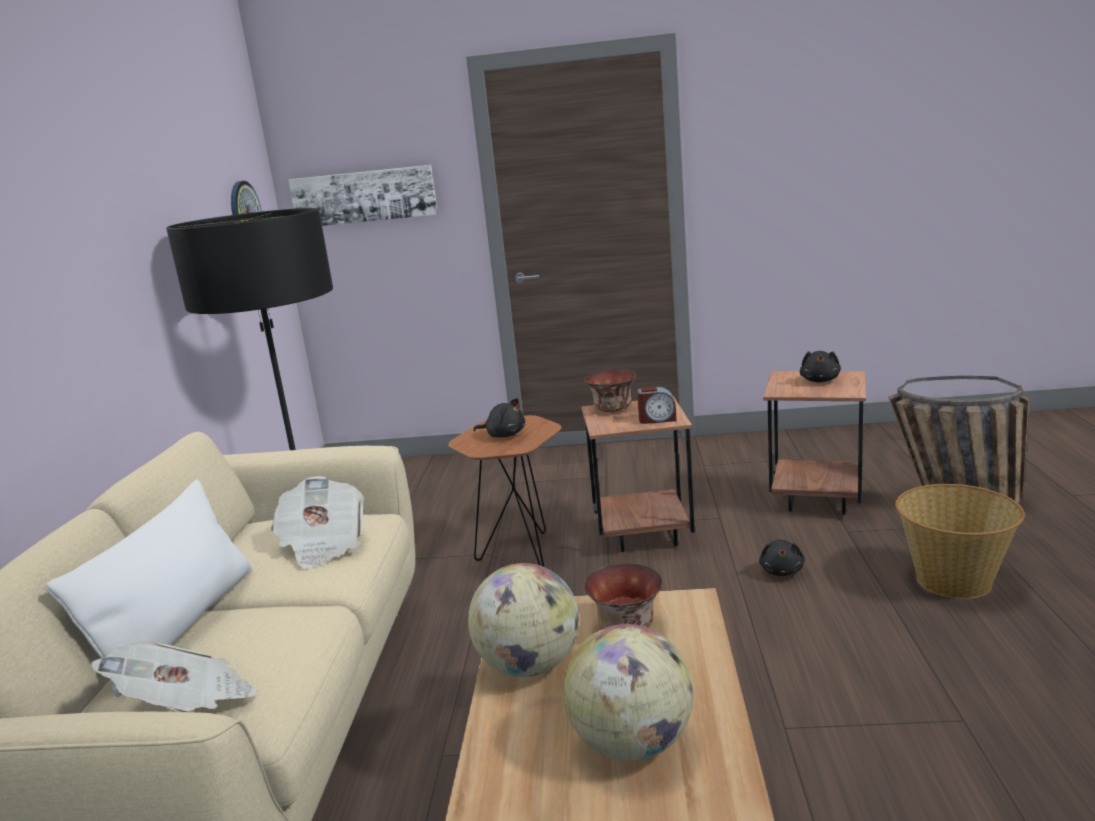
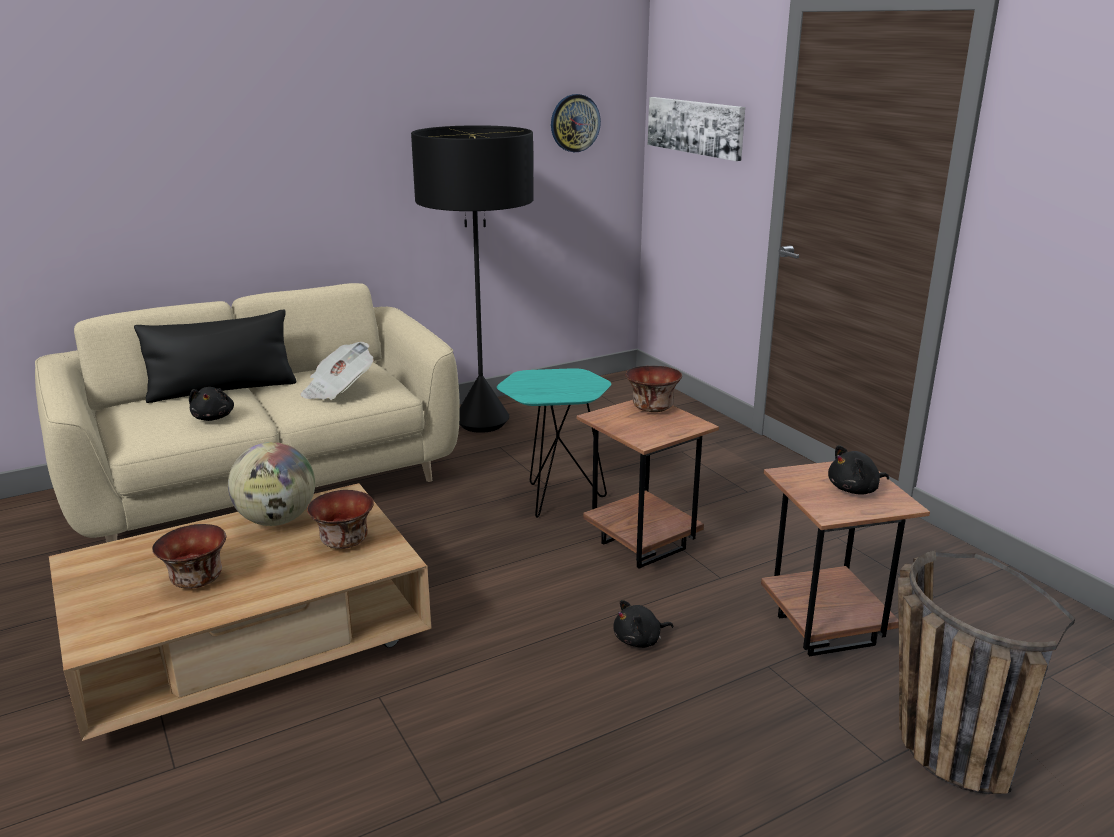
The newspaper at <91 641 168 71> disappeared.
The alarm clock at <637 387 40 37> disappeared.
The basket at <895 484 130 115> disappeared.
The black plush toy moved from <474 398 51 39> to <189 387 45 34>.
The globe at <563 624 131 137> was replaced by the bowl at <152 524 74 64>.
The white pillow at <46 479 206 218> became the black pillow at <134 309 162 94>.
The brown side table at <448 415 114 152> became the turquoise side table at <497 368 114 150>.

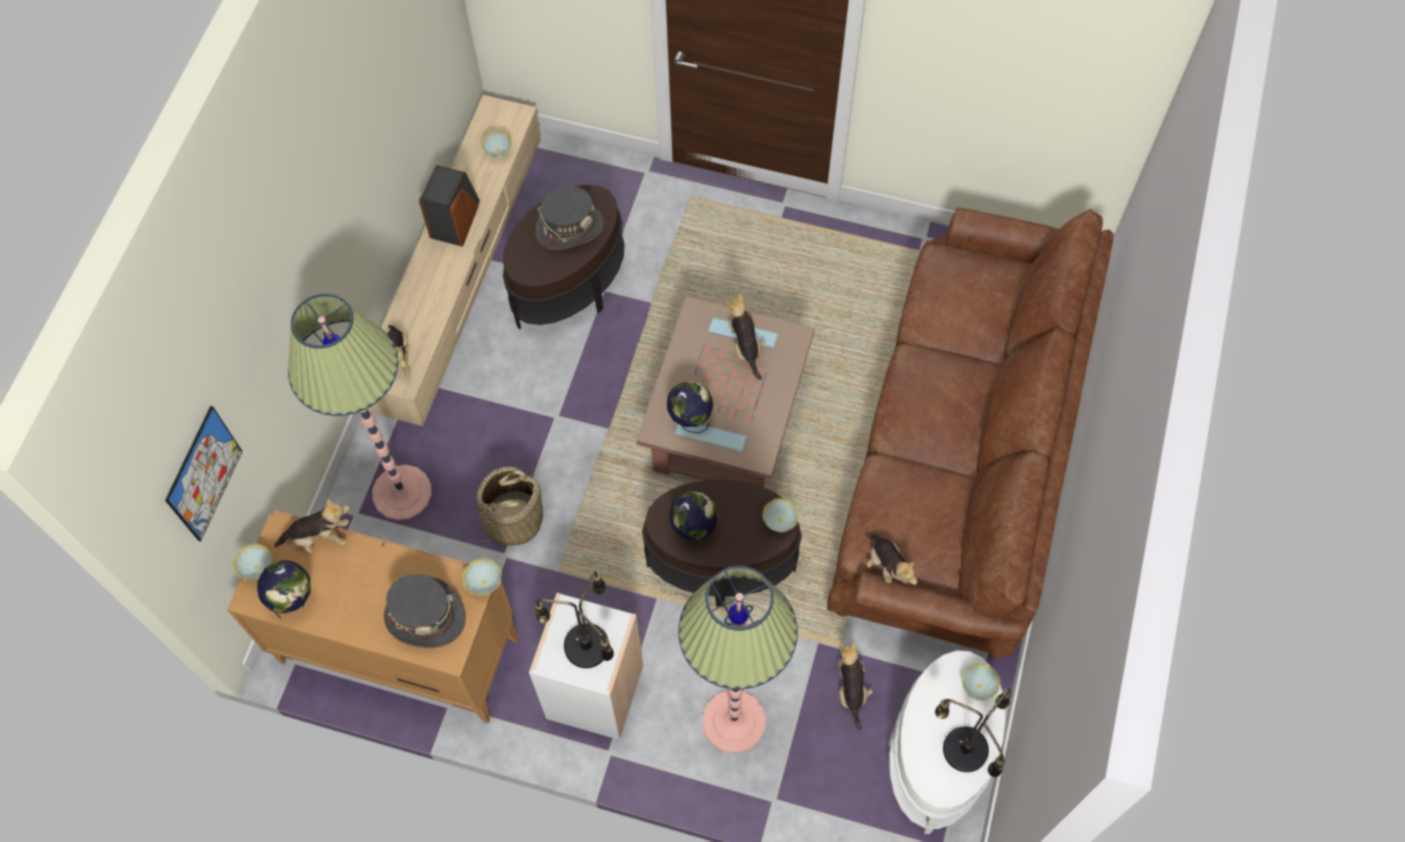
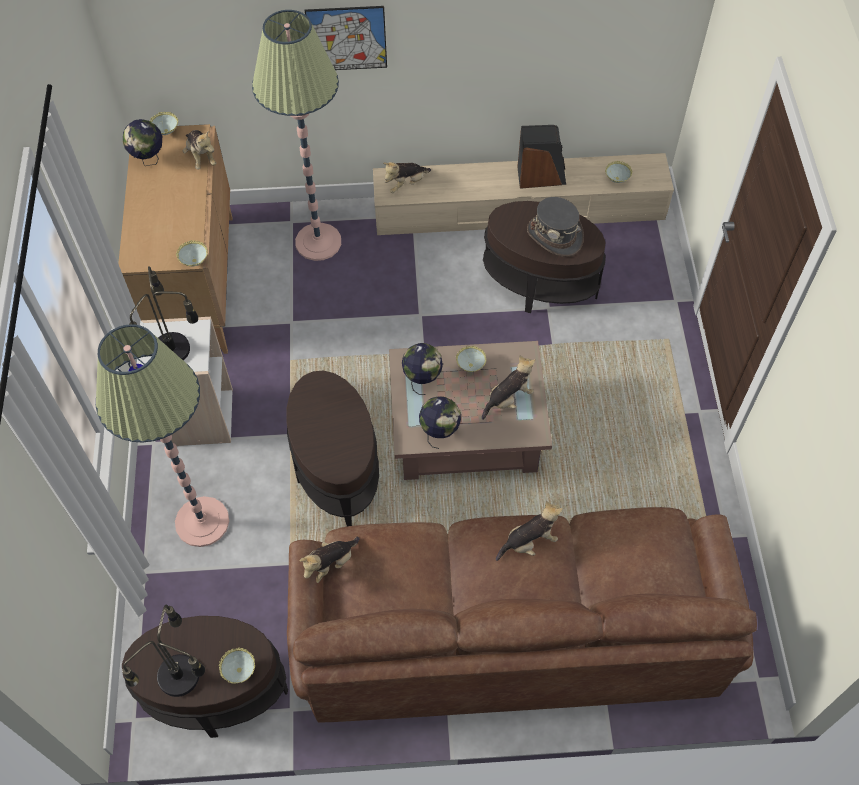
The grey hat at <384 574 82 74> disappeared.
The basket at <473 466 70 80> disappeared.
The picture moved from <165 406 78 136> to <305 6 82 64>.
The globe moved from <669 491 49 55> to <419 396 42 53>.
The bowl moved from <762 498 37 34> to <456 345 30 27>.
The plush toy moved from <838 642 35 88> to <496 501 67 60>.
The white side table at <888 650 118 184> became the brown side table at <122 616 166 122>.

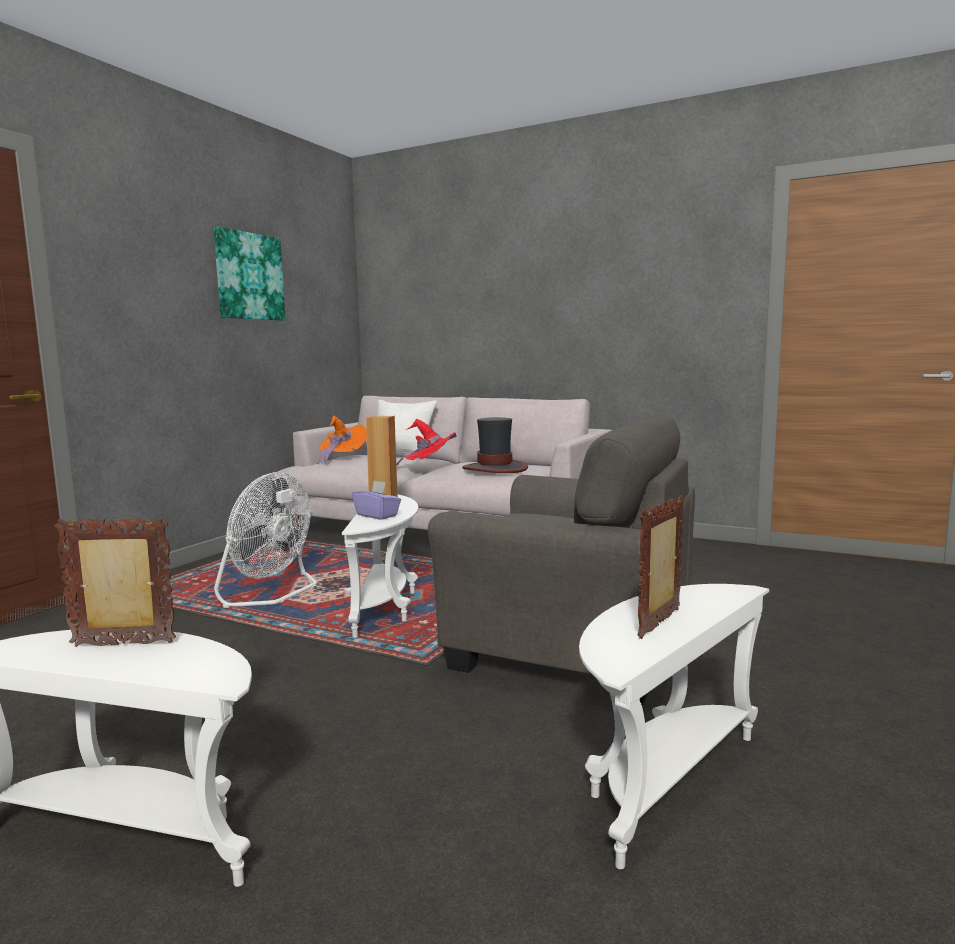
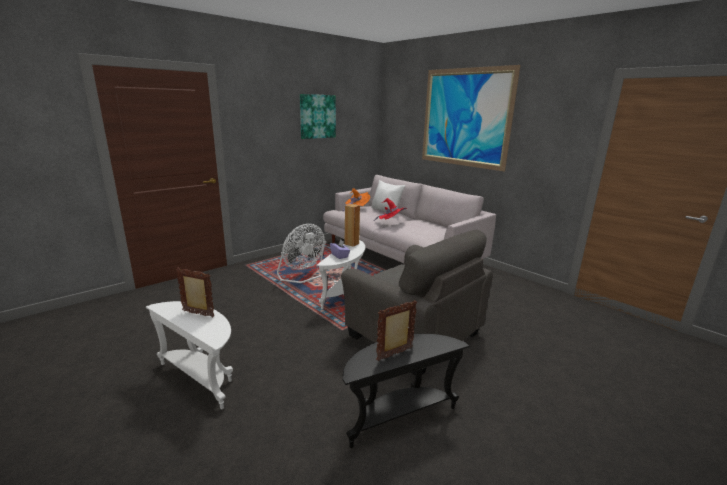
The hat at <462 417 66 56> disappeared.
The picture at <422 65 98 107> appeared.
The white side table at <579 584 190 285> became the black side table at <342 334 128 114>.

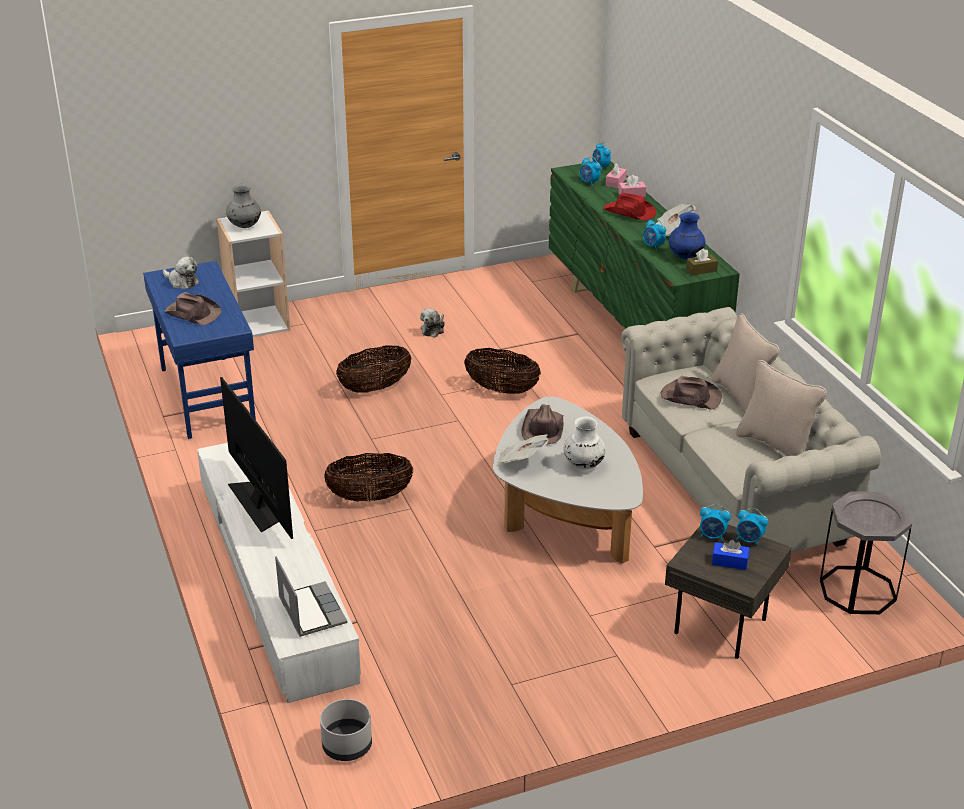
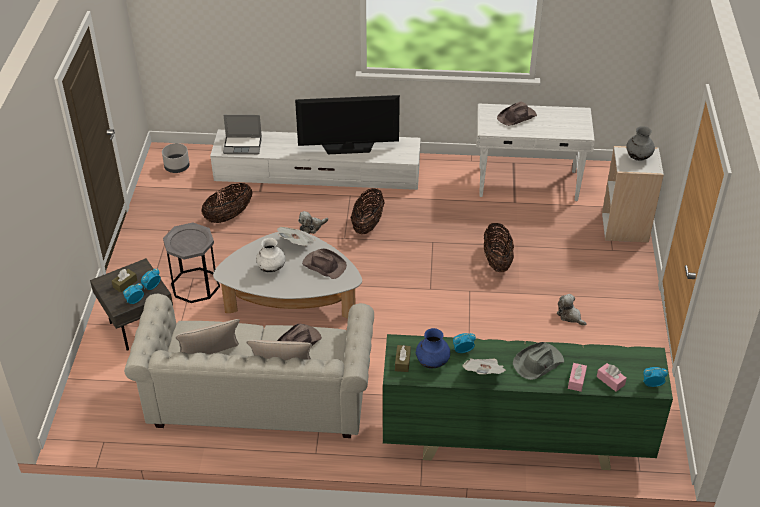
The alarm clock at <580 157 21 29> disappeared.
The plush toy moved from <163 256 36 33> to <298 211 30 23>.
The basket moved from <464 348 77 46> to <201 183 51 40>.
The grey side table moved from <820 491 92 123> to <163 223 57 80>.
The blue console table at <143 261 113 178> became the white console table at <477 103 118 98>.
The red hat at <603 193 53 28> became the grey hat at <513 342 51 38>.
The blue tissue box at <712 539 37 31> became the brown tissue box at <112 269 26 24>.

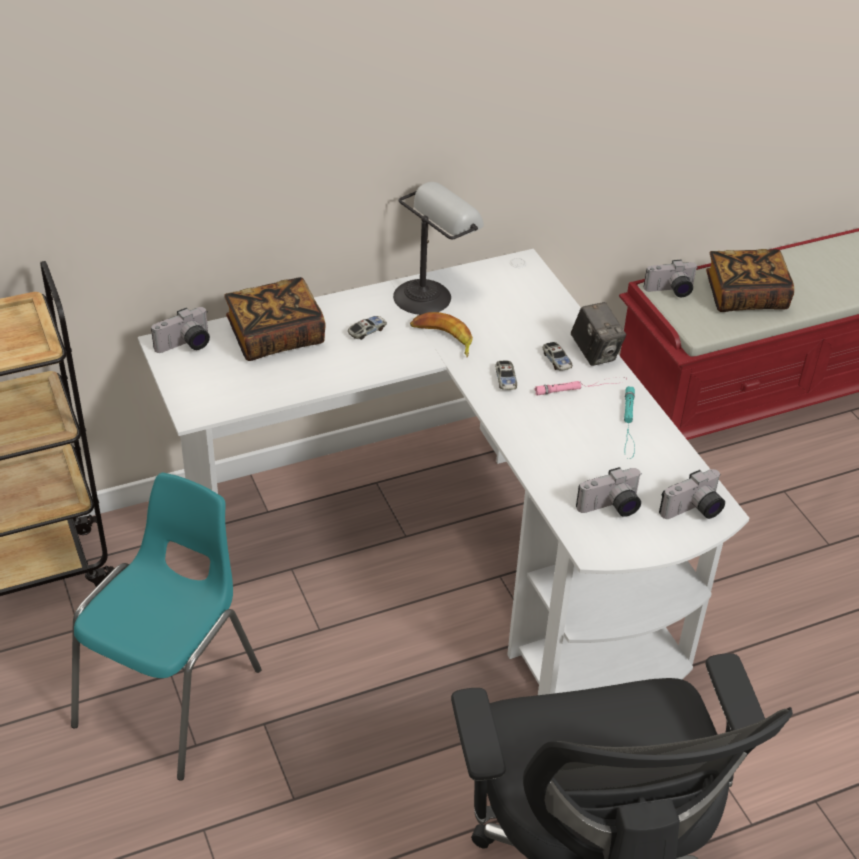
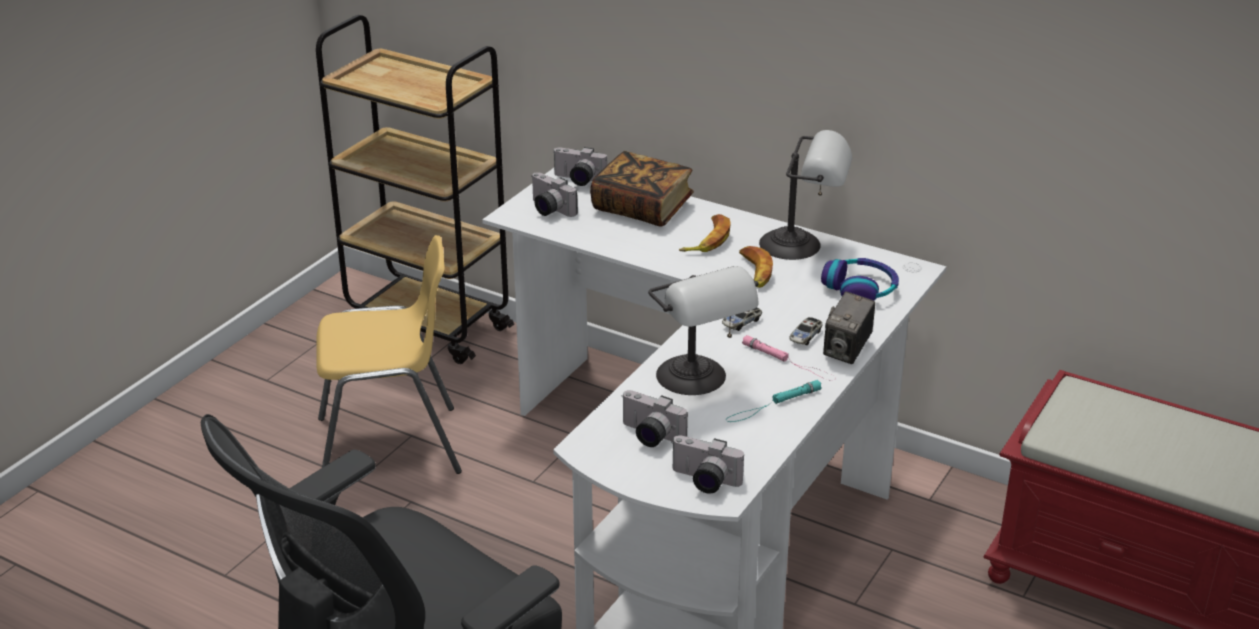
The book at <706 249 88 63> disappeared.
The table lamp at <648 266 111 129> appeared.
The headphones at <821 258 78 42> appeared.
The photo camera moved from <644 260 53 37> to <531 172 47 45>.
The toy car at <348 316 39 24> was replaced by the banana at <679 214 52 38>.
The turquoise chair at <71 473 190 308> became the yellow chair at <316 235 146 239>.

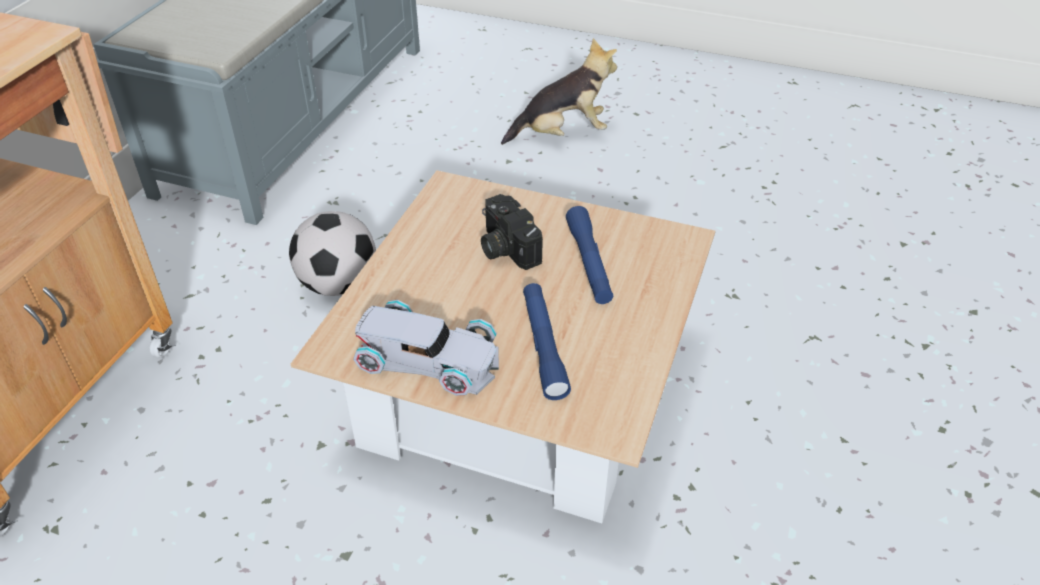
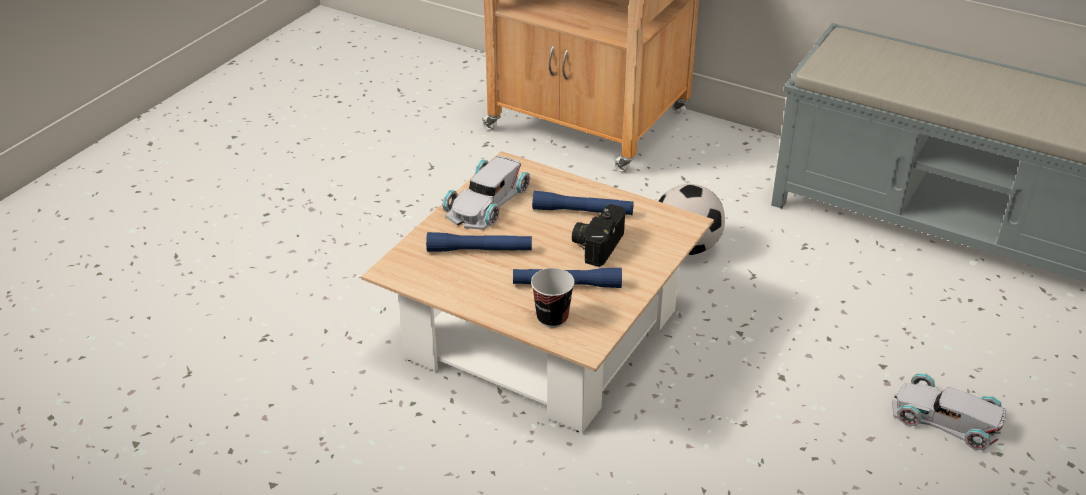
The cup at <531 268 44 60> appeared.
The blue flashlight at <532 191 102 24> appeared.
The plush toy at <501 38 116 107> was replaced by the white toy car at <892 373 115 77>.
The photo camera at <481 194 62 76> turned 45 degrees counterclockwise.

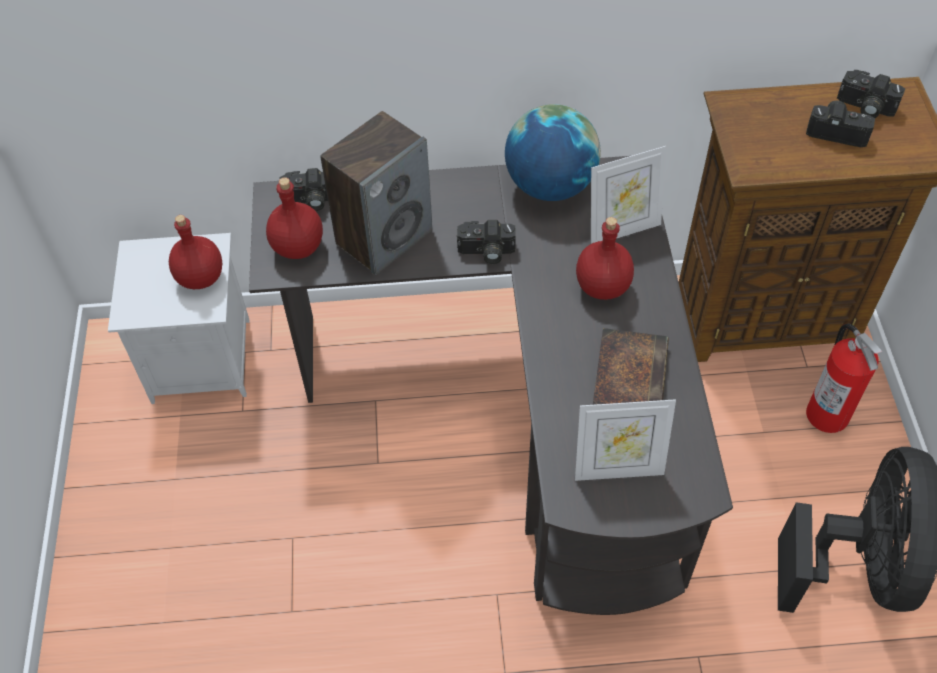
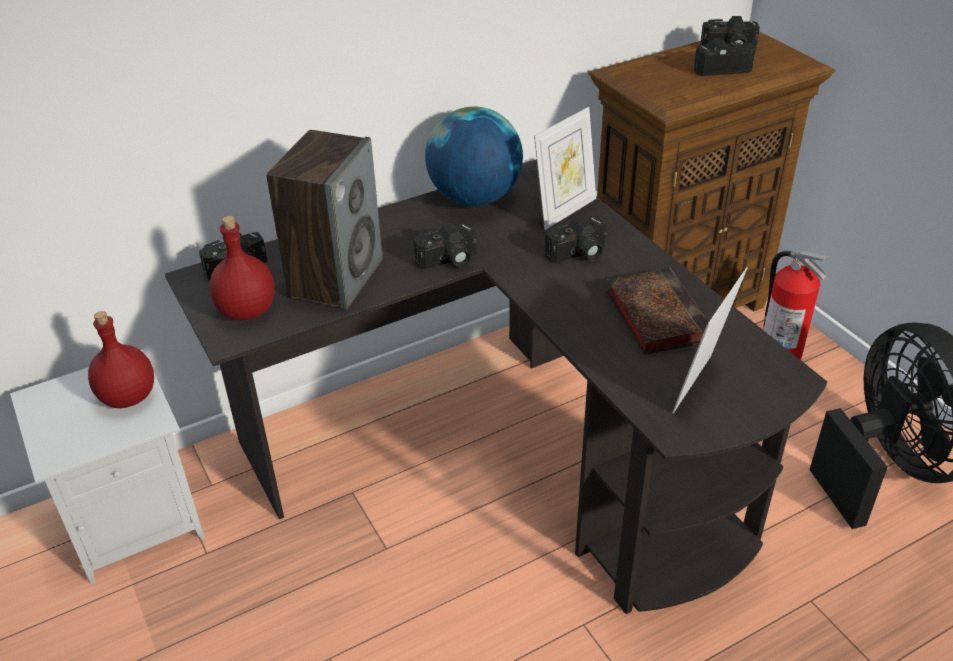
The red bottle at <576 217 58 83> was replaced by the photo camera at <545 216 61 47>.
The picture frame at <575 399 101 82> turned 150 degrees clockwise.

